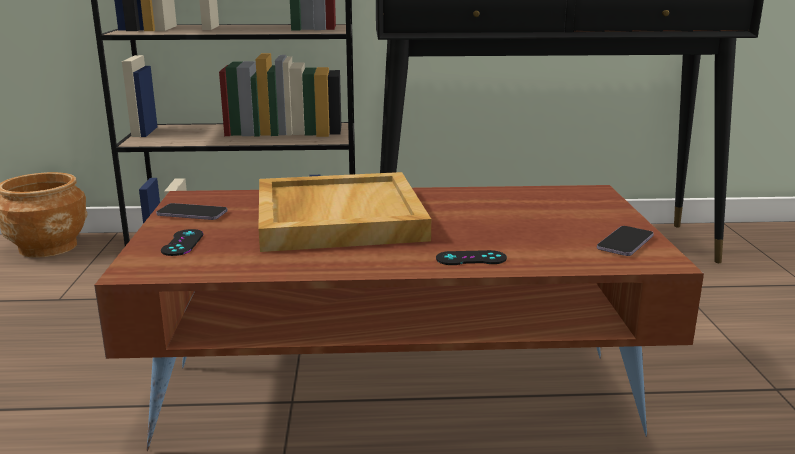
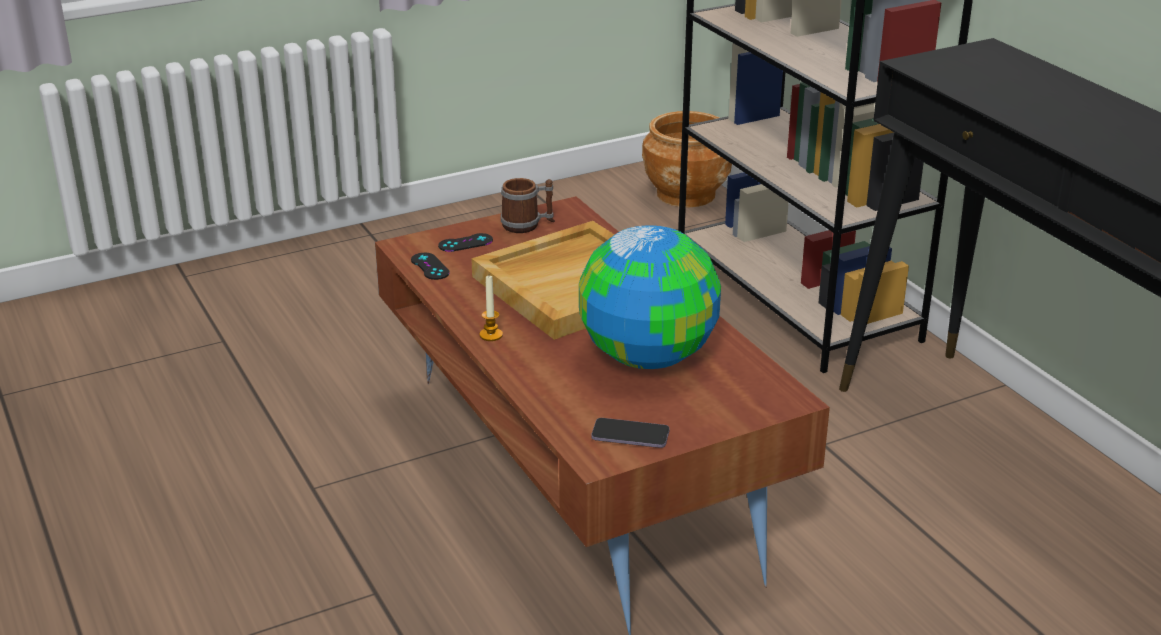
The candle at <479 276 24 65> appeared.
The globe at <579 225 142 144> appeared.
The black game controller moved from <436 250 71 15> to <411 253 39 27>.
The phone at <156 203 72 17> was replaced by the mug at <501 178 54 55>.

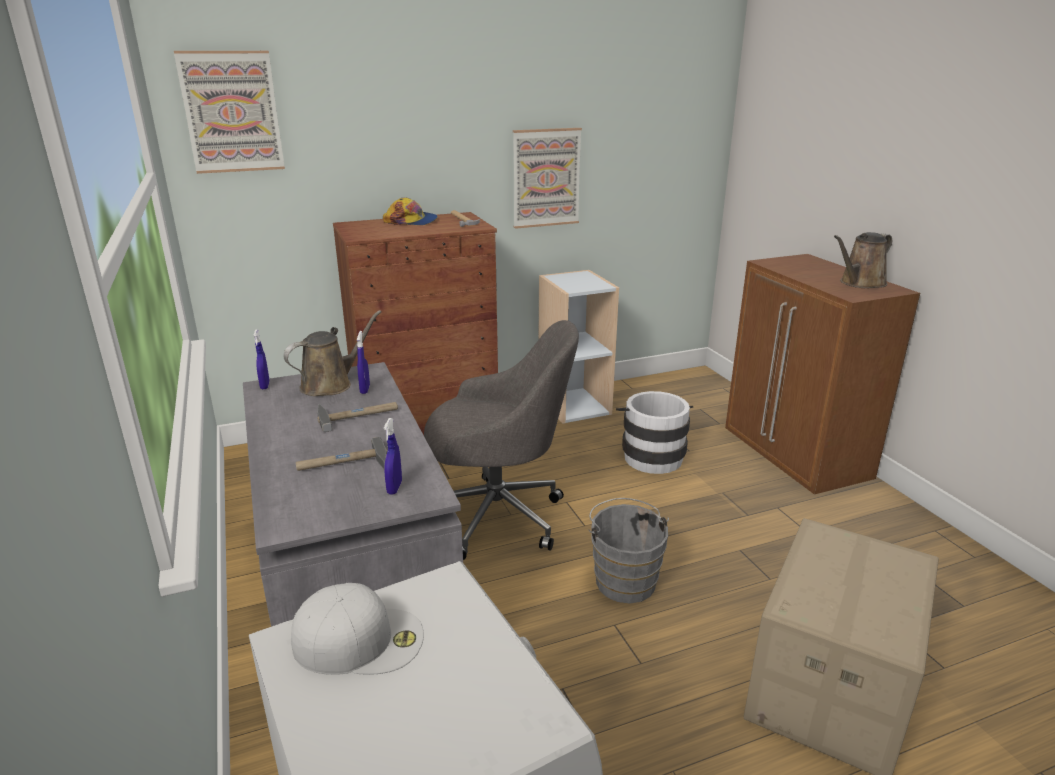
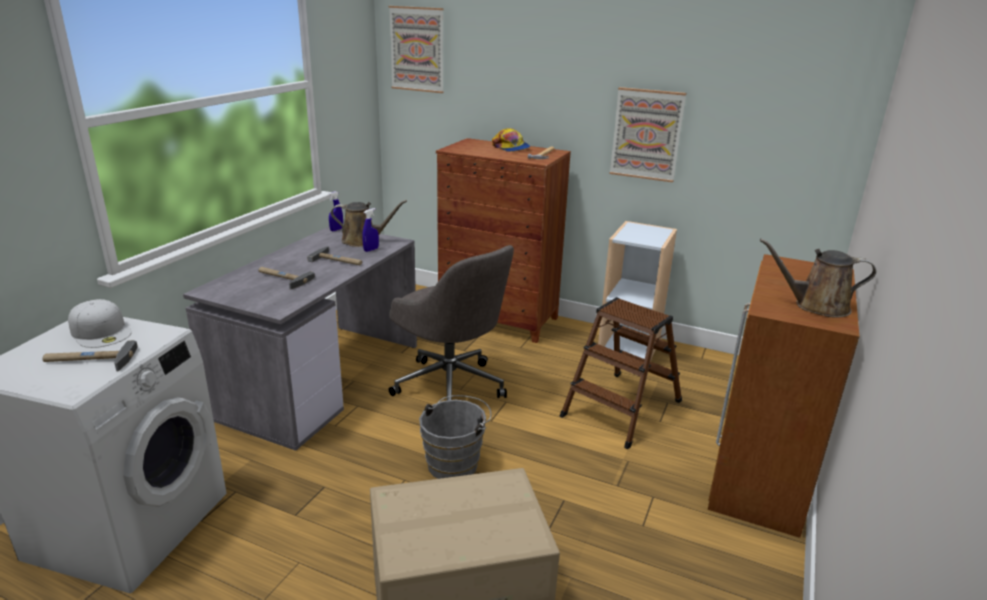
The blue spray bottle at <384 418 18 76> disappeared.
The hammer at <43 340 95 32> appeared.
The white bucket at <616 391 77 83> was replaced by the brown step ladder at <560 297 122 152>.

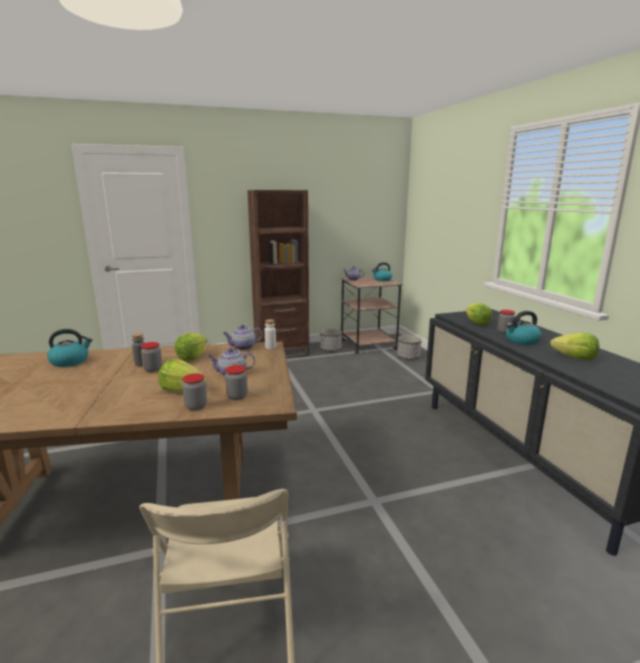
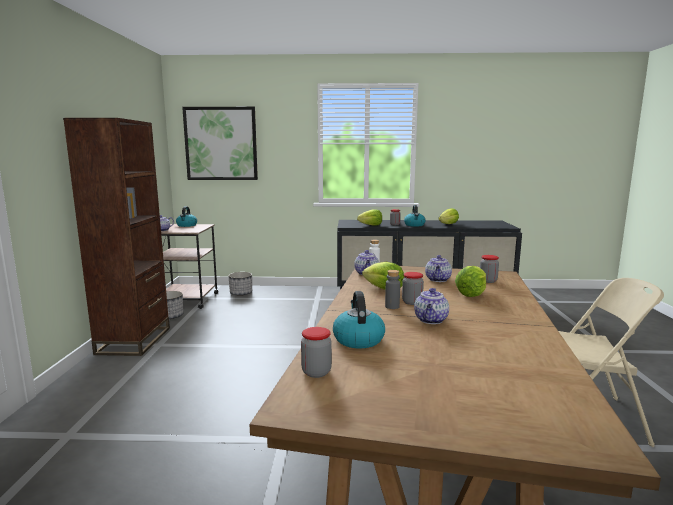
The picture at <182 107 76 73> appeared.
The teapot at <414 288 35 36> appeared.
The jar moved from <182 373 25 37> to <301 327 31 51>.

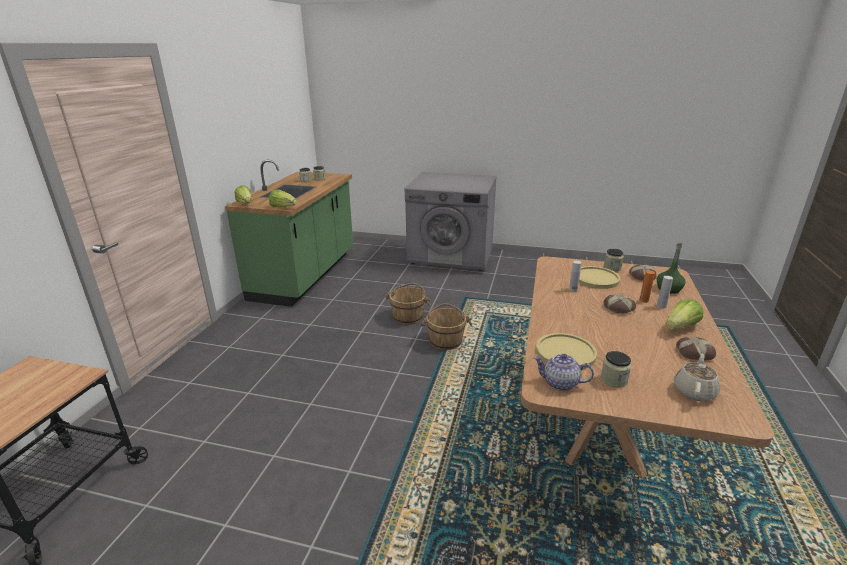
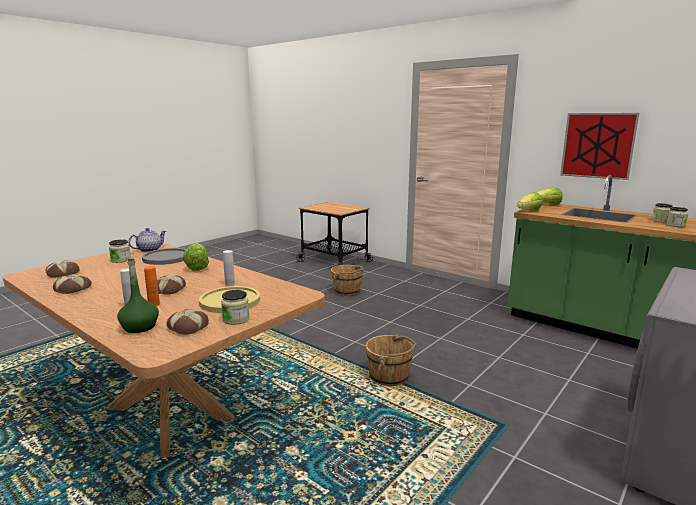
The picture at <560 113 79 67> appeared.
The brown bucket moved from <385 283 45 42> to <331 265 33 31>.
The lettuce moved from <666 299 37 31> to <183 243 26 28>.
The beige teapot at <674 353 47 48> was replaced by the bread at <46 261 34 17>.
The yellow plate at <536 333 61 36> became the grey plate at <142 248 44 17>.

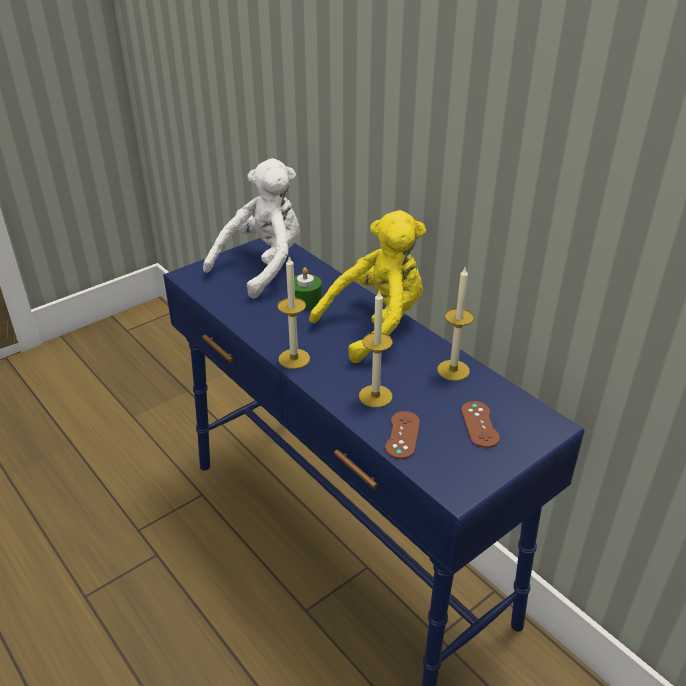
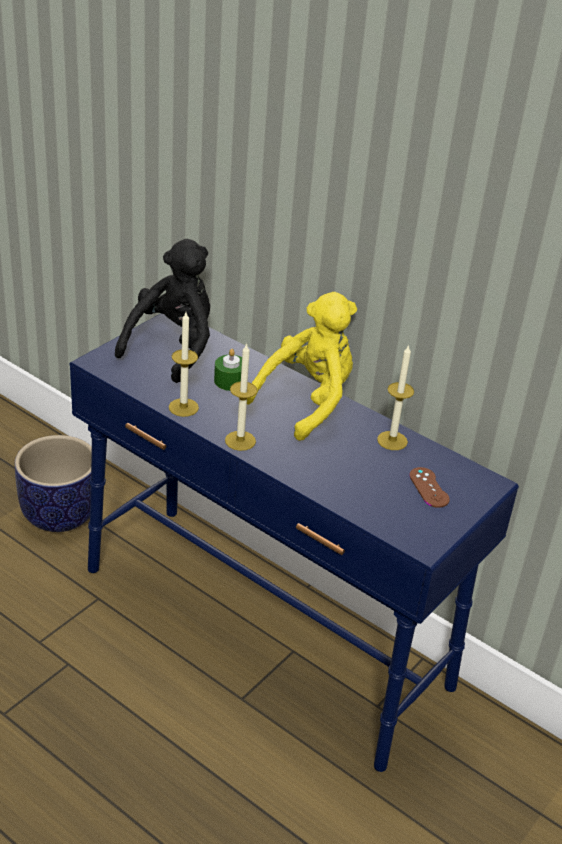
The brown game controller at <385 411 35 48> disappeared.
The planter at <15 435 77 97> appeared.
The candle moved from <359 291 34 117> to <169 312 30 105>.
The white plush toy at <203 158 97 141> became the black plush toy at <115 239 95 144>.

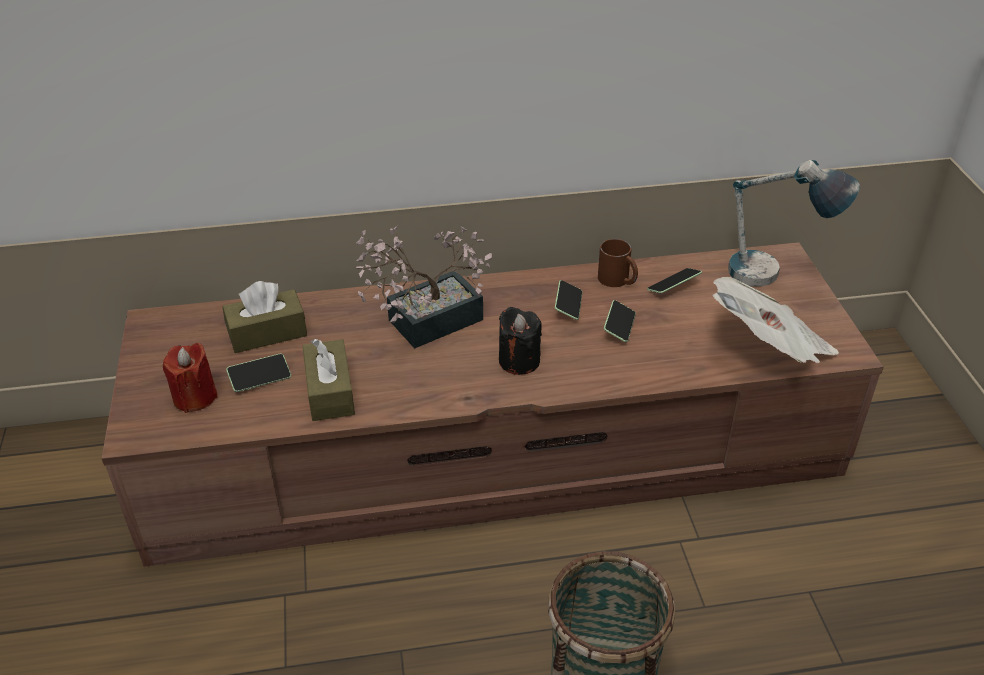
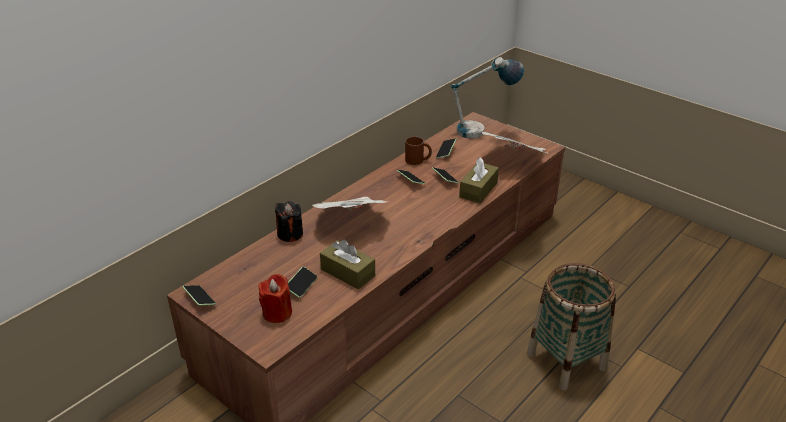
The phone at <183 285 33 20> appeared.
The brown tissue box moved from <222 281 85 72> to <459 157 40 47>.
The black candle moved from <499 307 43 68> to <275 201 28 41>.
The potted plant at <356 226 136 123> was replaced by the newspaper at <312 197 75 14>.

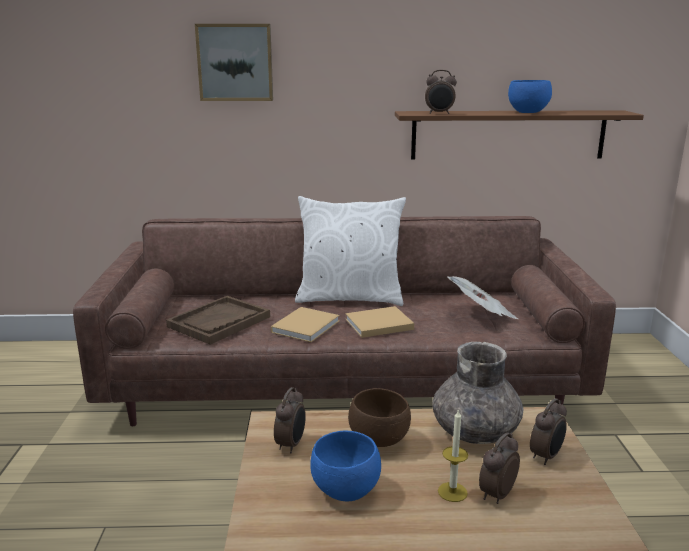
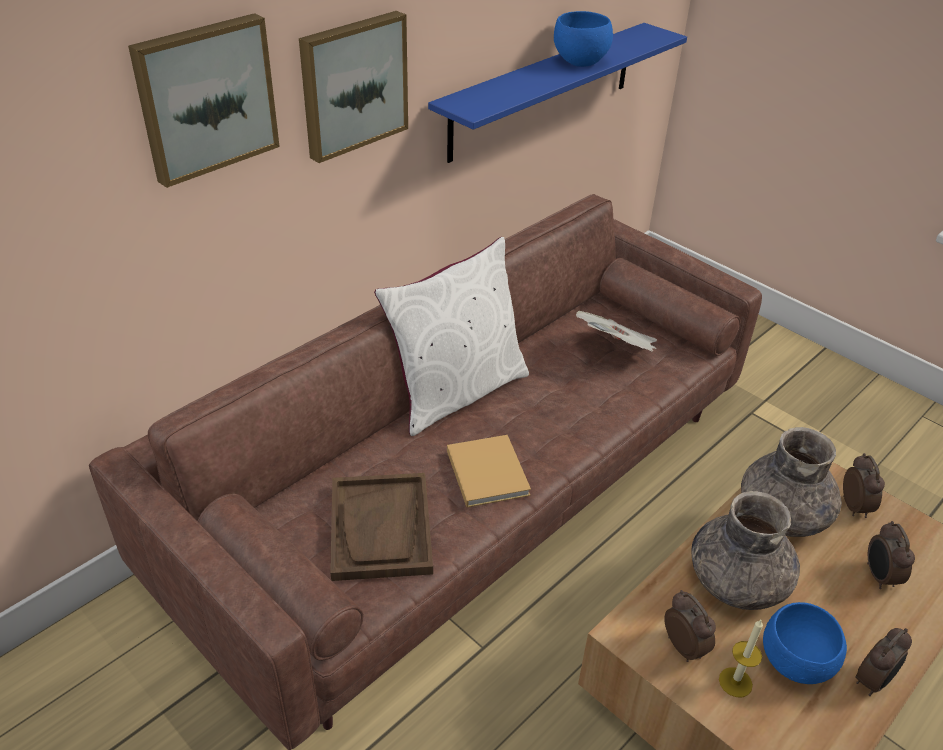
The beige book at <345 306 69 32> disappeared.
The picture at <299 11 109 152> appeared.
The alarm clock moved from <425 70 32 44> to <856 628 56 68>.
The candle moved from <438 409 30 93> to <719 620 44 77>.
The brown bowl at <348 388 63 59> was replaced by the grey vase at <692 491 108 119>.
The brown shelf at <395 110 249 49> became the blue shelf at <428 23 259 140>.

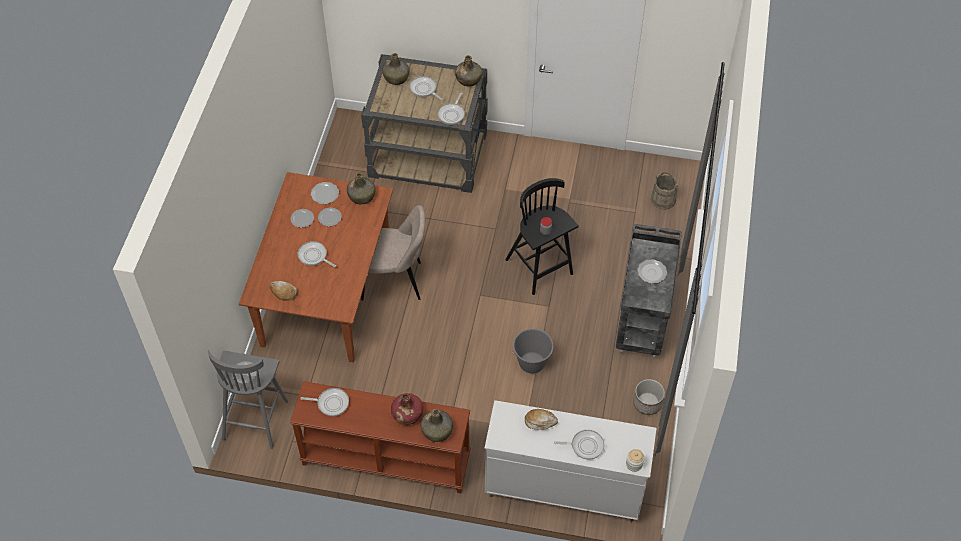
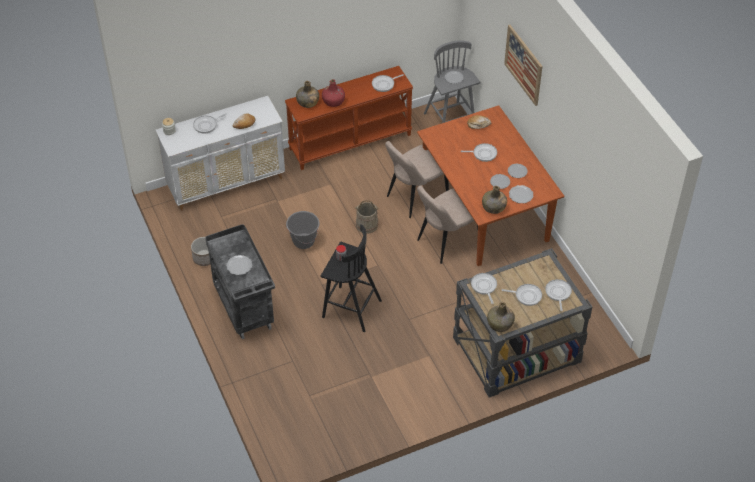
The beige chair at <385 141 64 77> appeared.
The picture at <504 25 38 81> appeared.
The beige bucket moved from <651 172 27 38> to <355 200 24 34>.
The green bottle at <382 53 27 32> was replaced by the frying pan at <545 279 27 32>.

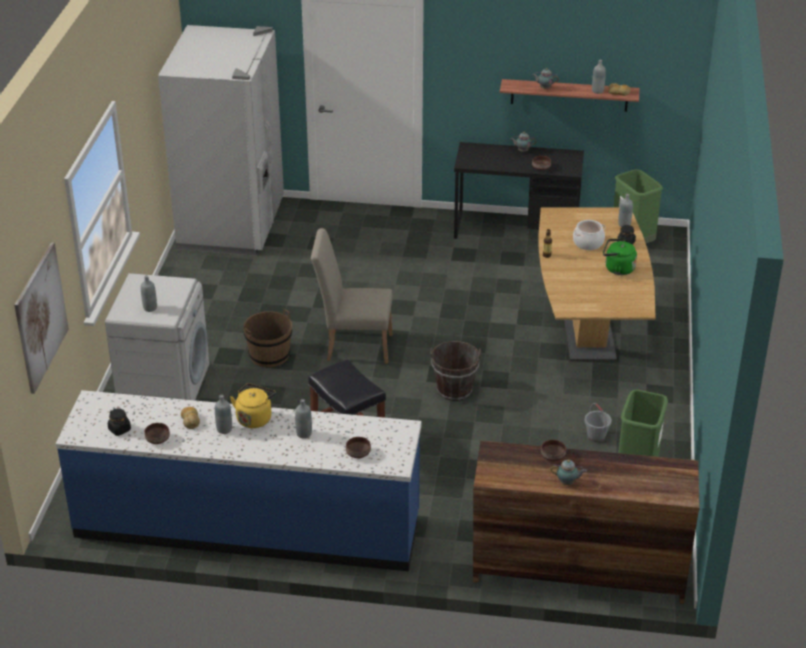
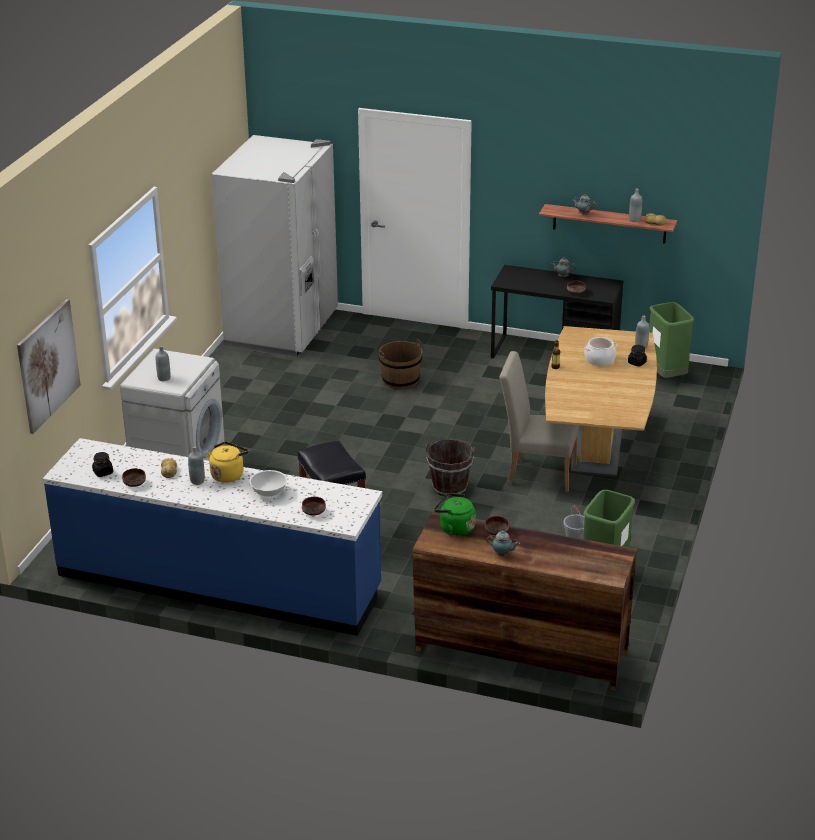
The brown bucket moved from <244 309 48 58> to <379 339 44 50>.
The beige chair moved from <311 228 82 136> to <499 351 80 141>.
The green kettle moved from <603 239 34 36> to <434 493 41 43>.
The grey bottle at <295 399 17 40> was replaced by the white bowl at <249 470 38 27>.

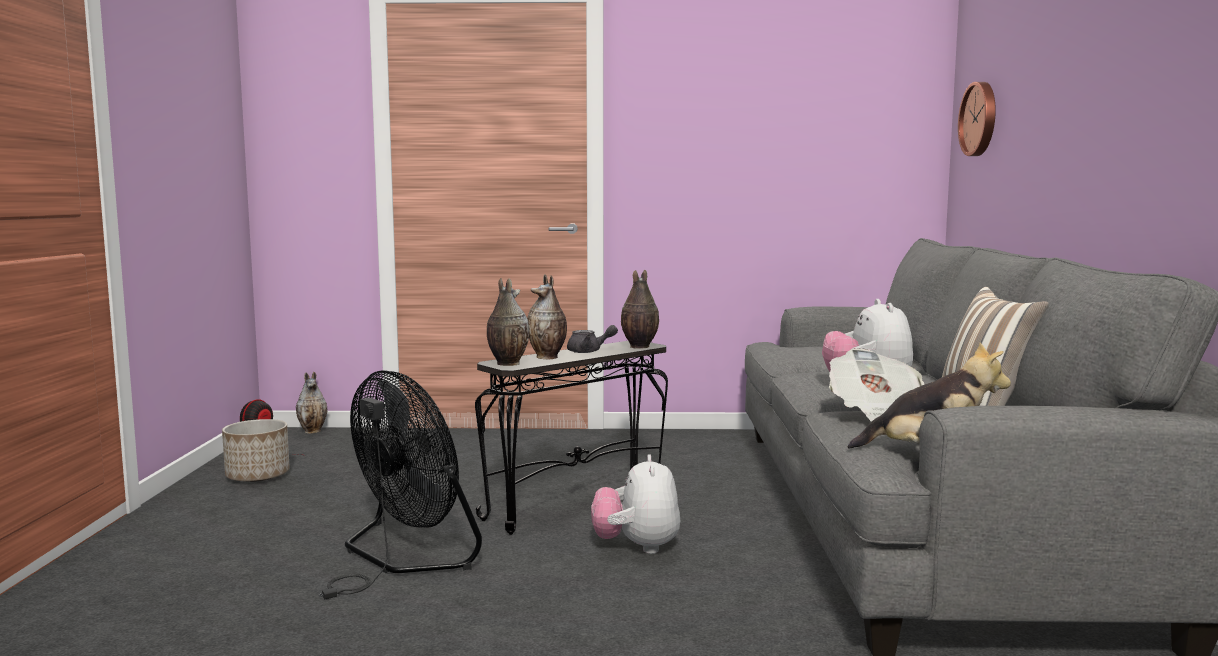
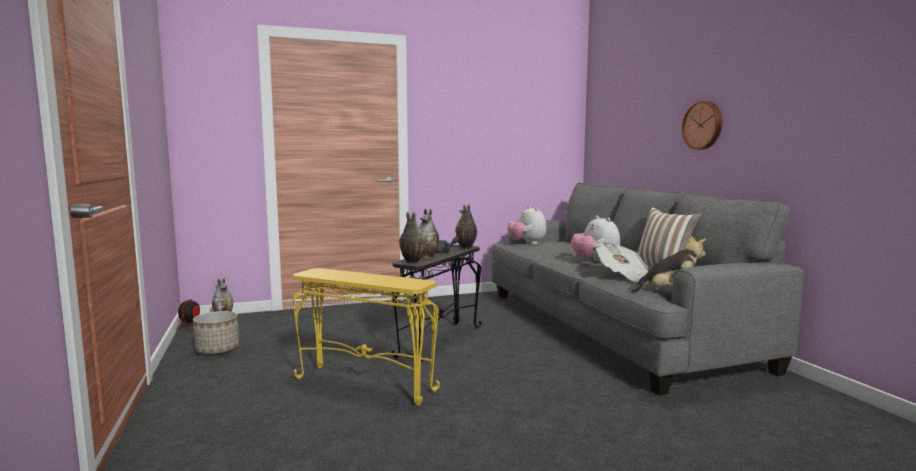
The plush toy moved from <591 454 89 100> to <508 206 38 38>.
The wall clock moved from <958 82 38 74> to <681 101 41 49>.
The black fan at <318 370 164 229> was replaced by the yellow side table at <292 268 148 138>.

